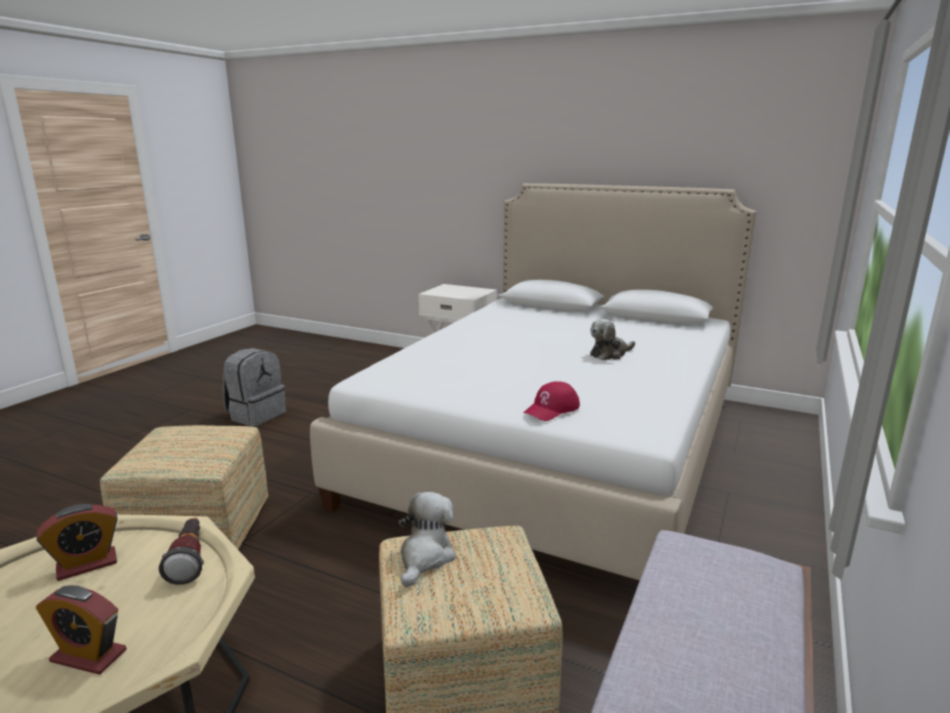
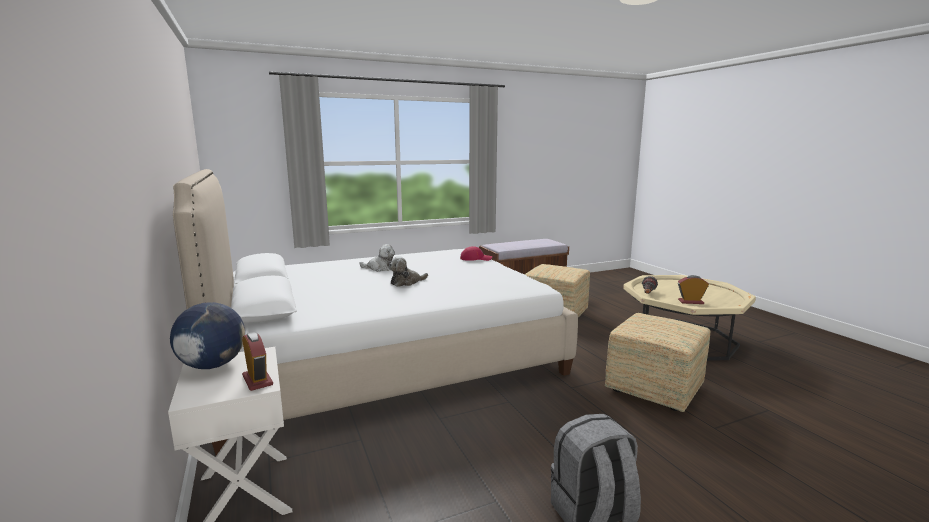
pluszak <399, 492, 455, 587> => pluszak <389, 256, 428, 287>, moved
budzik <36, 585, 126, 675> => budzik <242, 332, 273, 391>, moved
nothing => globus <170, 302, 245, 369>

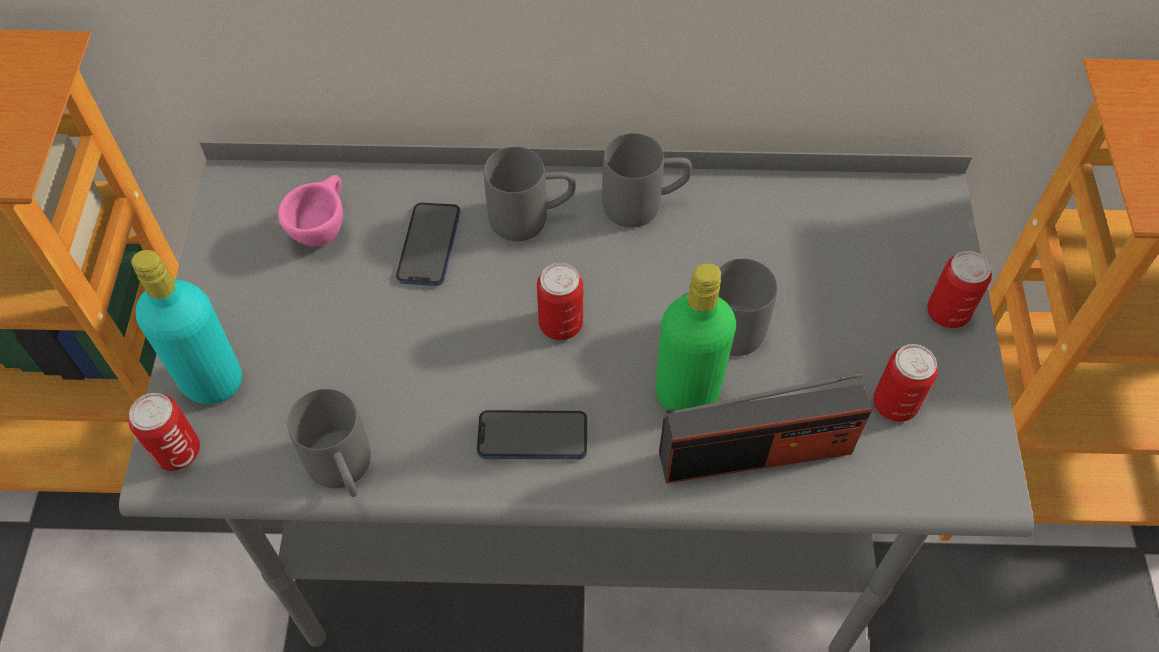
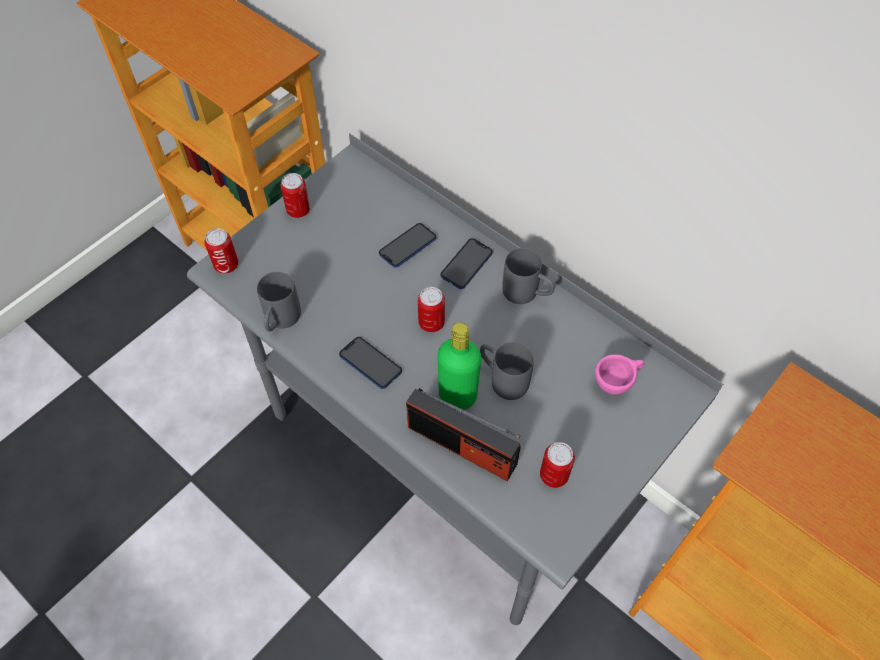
kubek (szary) <484, 147, 576, 241> => telefon <440, 238, 493, 289>
filiżanka (różowy) <278, 175, 343, 247> => filiżanka (różowy) <595, 355, 645, 395>, moved
butelka (turkusowy) <131, 250, 242, 404> => nothing
puszka <927, 251, 992, 328> => puszka <281, 173, 310, 218>, moved

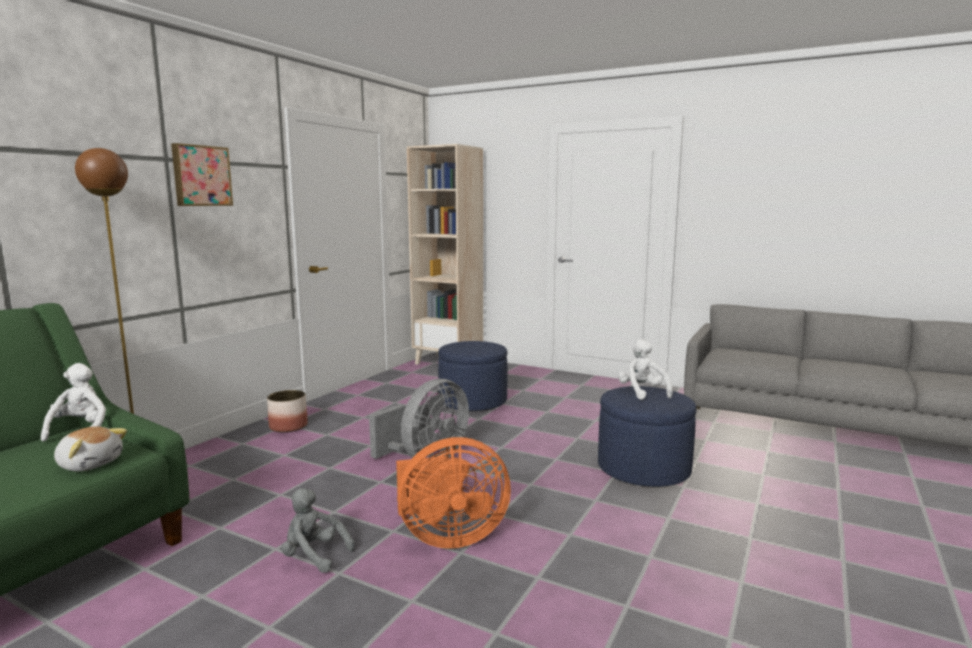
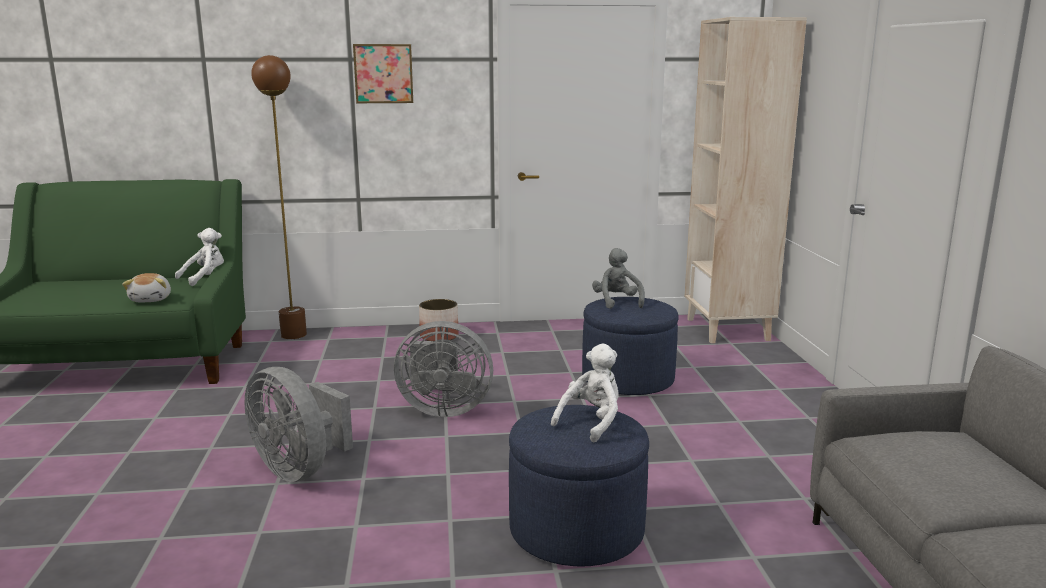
wentylator (pomarańczowy) <396, 437, 511, 549> => wentylator (szary) <245, 367, 353, 482>
pluszak (szary) <281, 488, 355, 573> => pluszak (szary) <592, 248, 645, 309>, moved

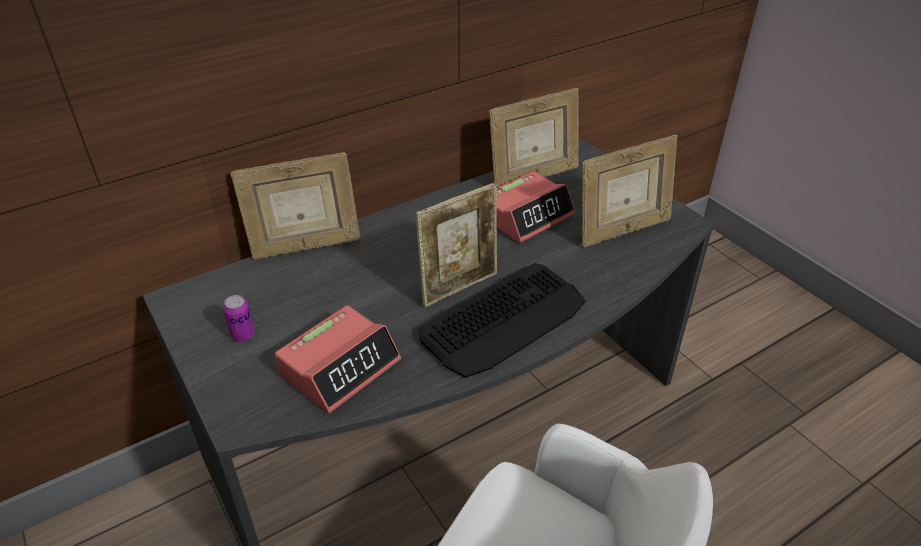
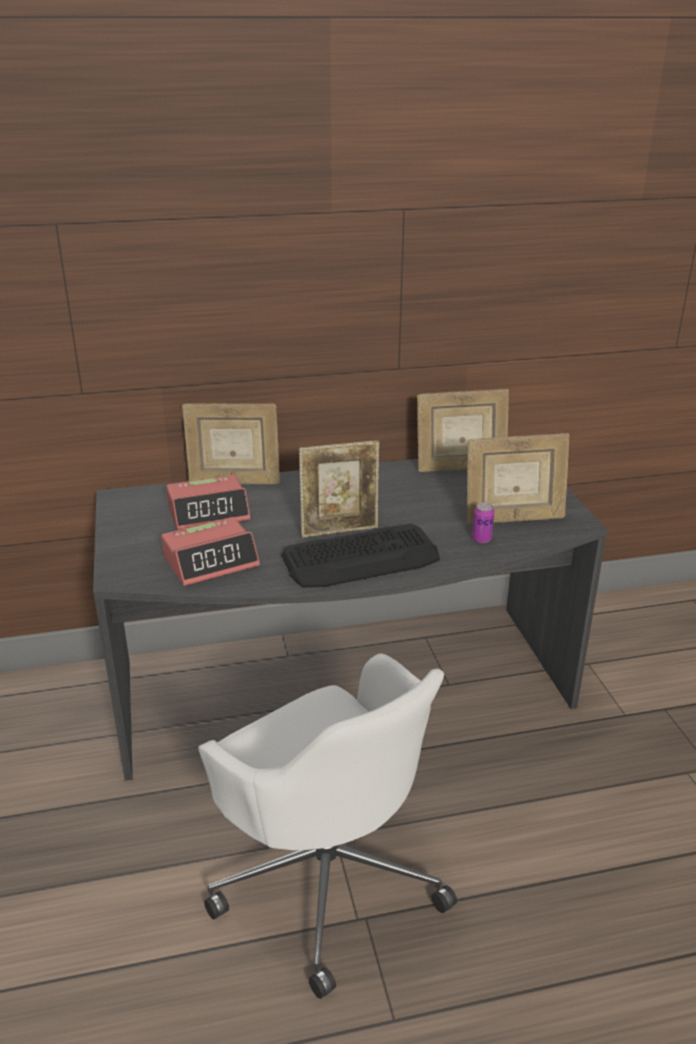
budzik <496, 171, 575, 243> => budzik <166, 475, 250, 530>, moved
puszka <223, 295, 255, 341> => puszka <472, 503, 494, 543>, moved

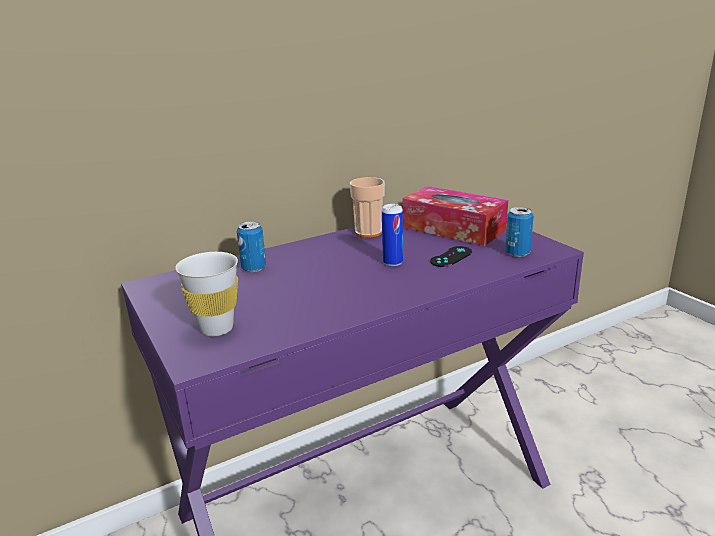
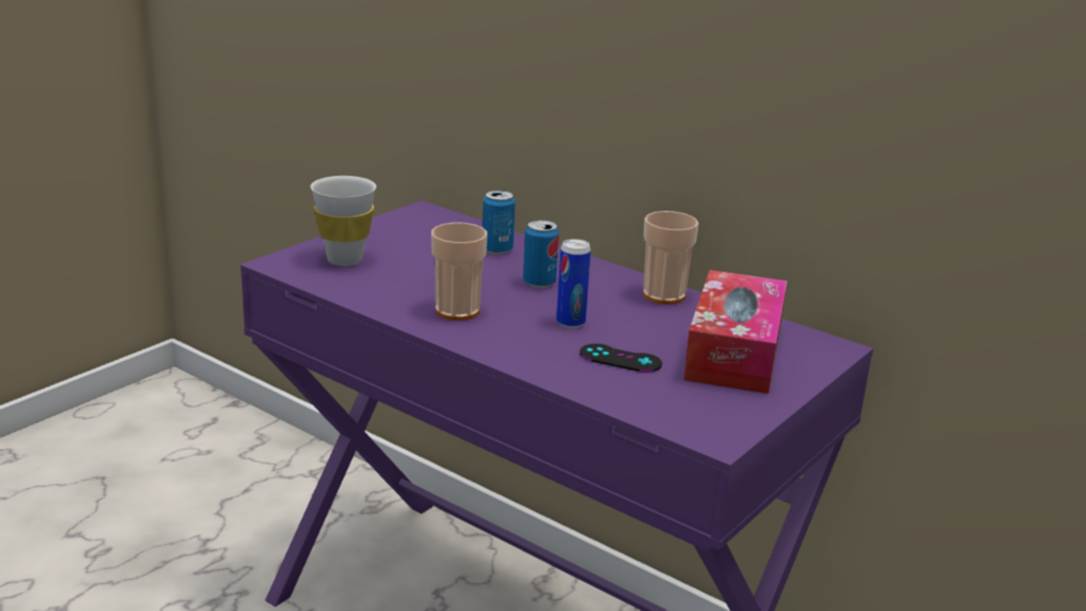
puszka <505, 207, 534, 257> => puszka <523, 220, 559, 288>, moved
nothing => filiżanka <431, 222, 487, 320>

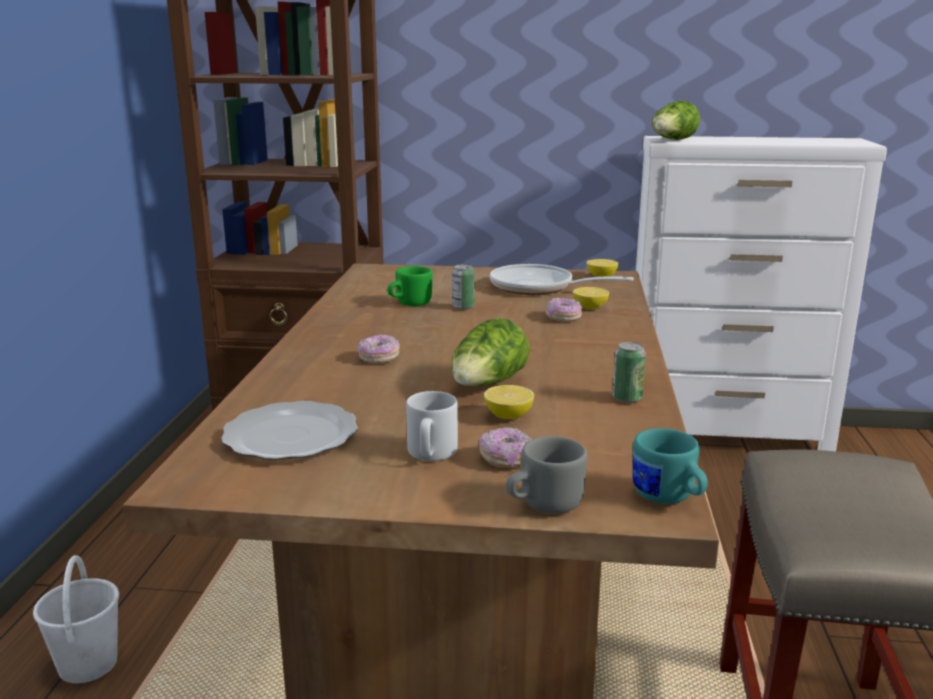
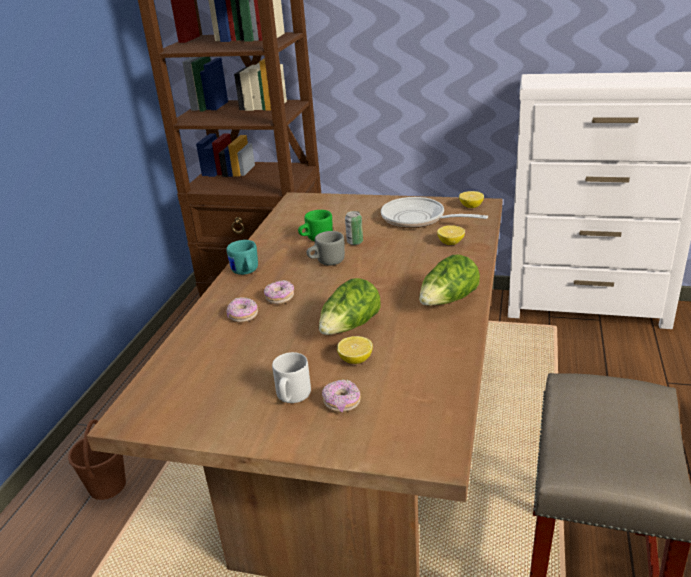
sałata <652, 101, 700, 140> => sałata <419, 254, 480, 306>, moved
donut <546, 298, 582, 322> => donut <227, 297, 258, 322>, moved
puszka <613, 342, 646, 403> => nothing
talerz <221, 401, 358, 460> => nothing
kubek (turkusowy) <633, 428, 708, 504> => kubek (turkusowy) <227, 240, 258, 275>, moved
kubek (szary) <506, 436, 587, 514> => kubek (szary) <306, 231, 345, 265>, moved
wiadro (biały) <33, 555, 119, 683> => wiadro (brązowy) <68, 419, 126, 500>

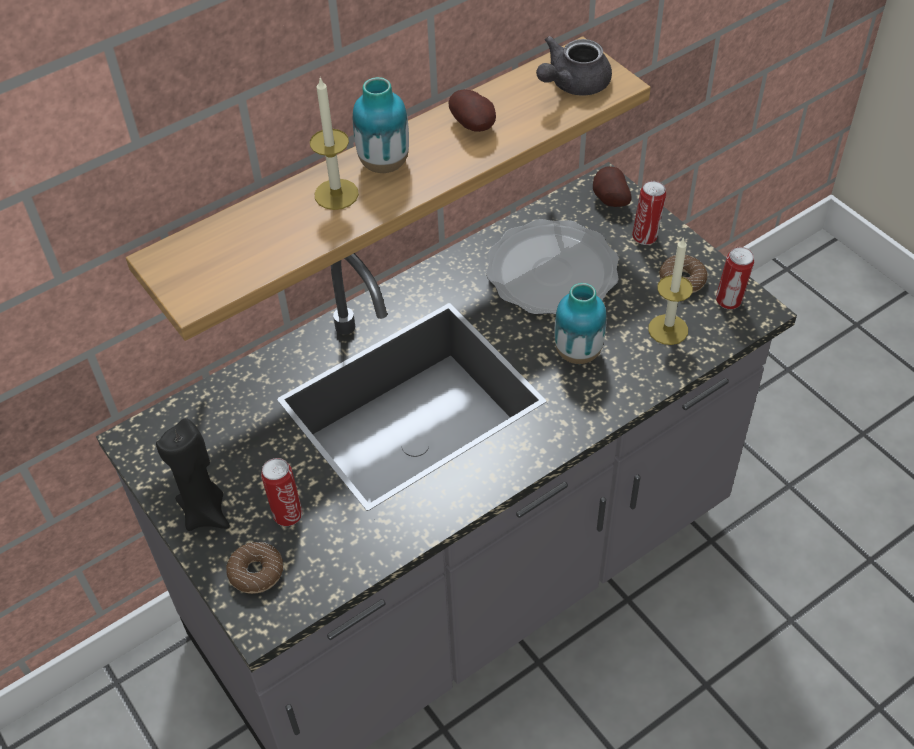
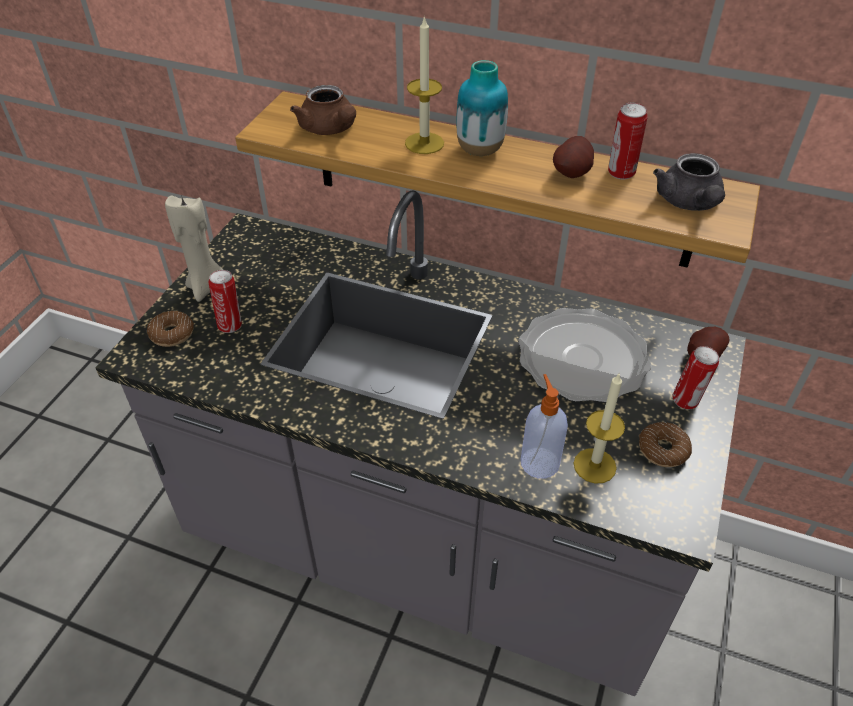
imbryk (szary) <536, 36, 612, 96> => imbryk (szary) <653, 153, 725, 211>, 105 degrees counterclockwise
puszka <716, 247, 754, 309> => puszka <608, 103, 648, 180>, moved
wazon <554, 283, 606, 364> => nothing
świeca (czarny) <156, 418, 230, 531> => świeca (beżowy) <165, 195, 223, 302>
nothing => imbryk (brązowy) <290, 85, 356, 135>
nothing => dozownik mydła <521, 374, 568, 479>

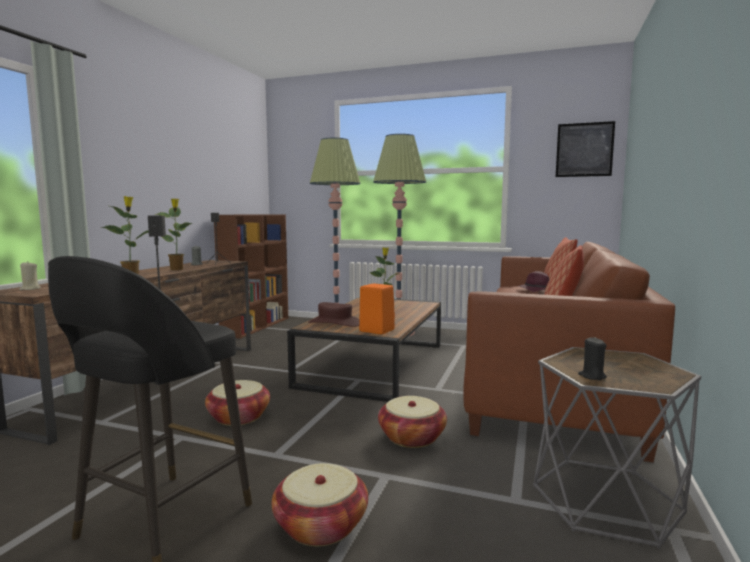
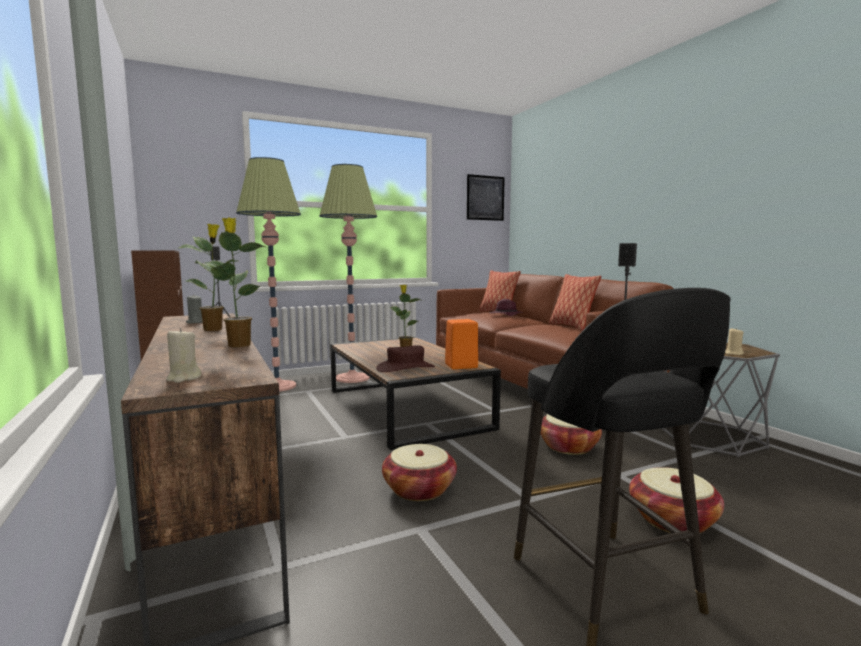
świeca (czarny) <578, 337, 607, 380> => świeca (beżowy) <725, 328, 744, 355>

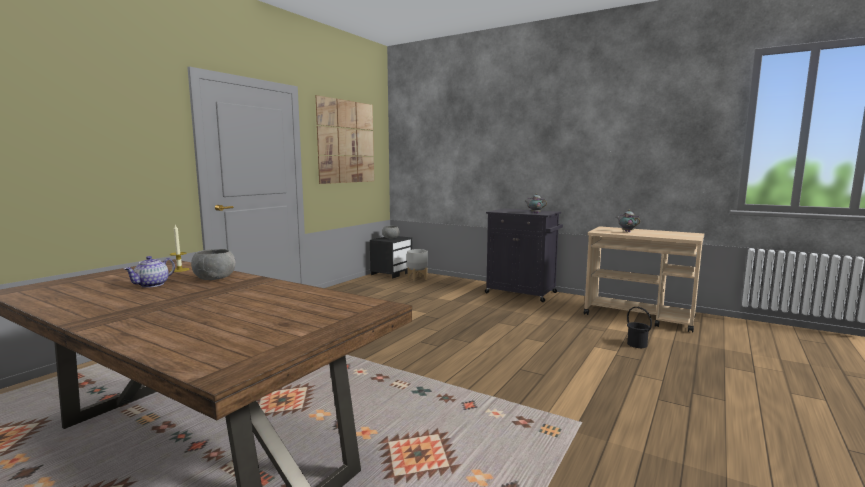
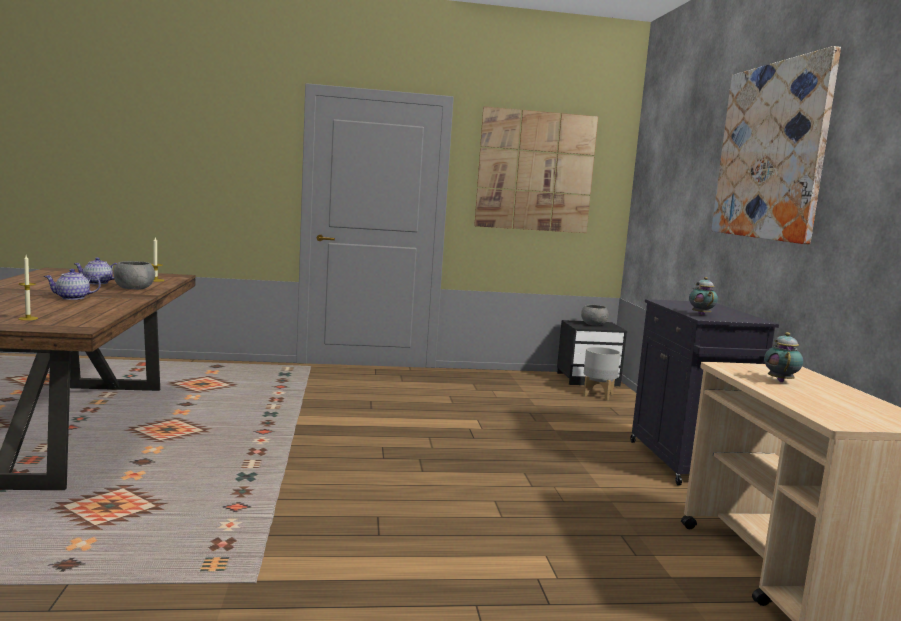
wiadro (czarny) <627, 307, 652, 348> => nothing
nothing => obraz <711, 46, 841, 244>
nothing => świeca <18, 255, 38, 320>
nothing => imbryk <44, 269, 101, 300>

